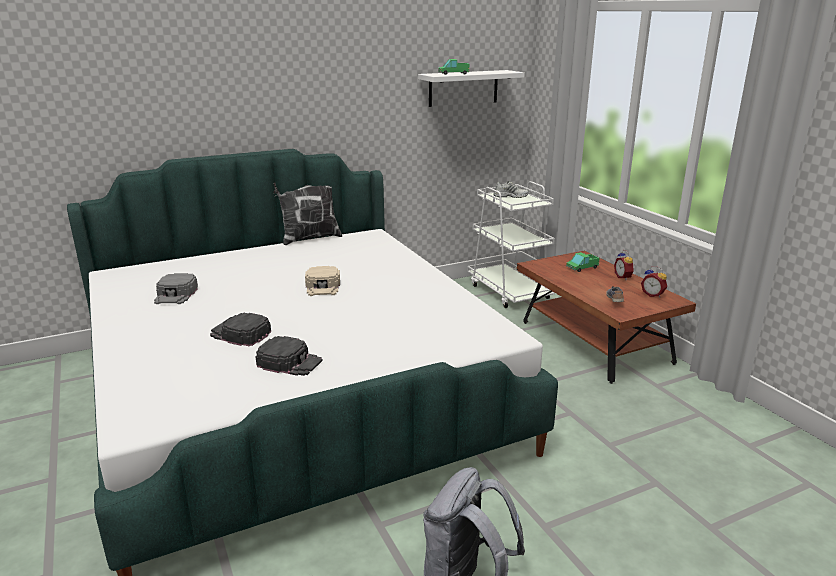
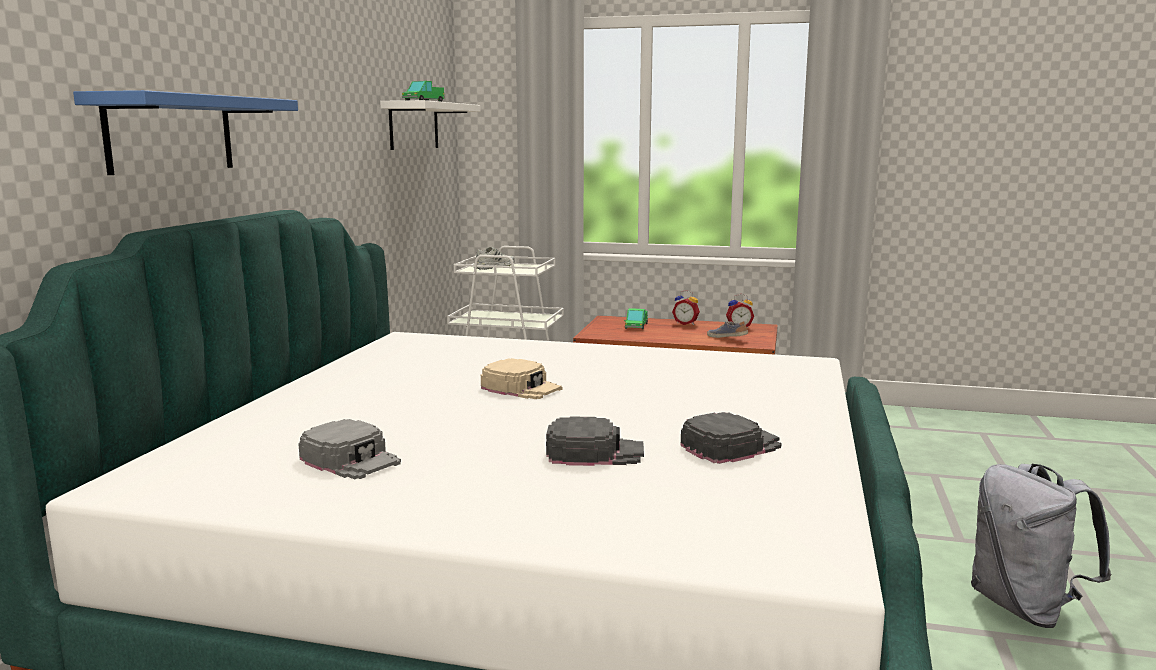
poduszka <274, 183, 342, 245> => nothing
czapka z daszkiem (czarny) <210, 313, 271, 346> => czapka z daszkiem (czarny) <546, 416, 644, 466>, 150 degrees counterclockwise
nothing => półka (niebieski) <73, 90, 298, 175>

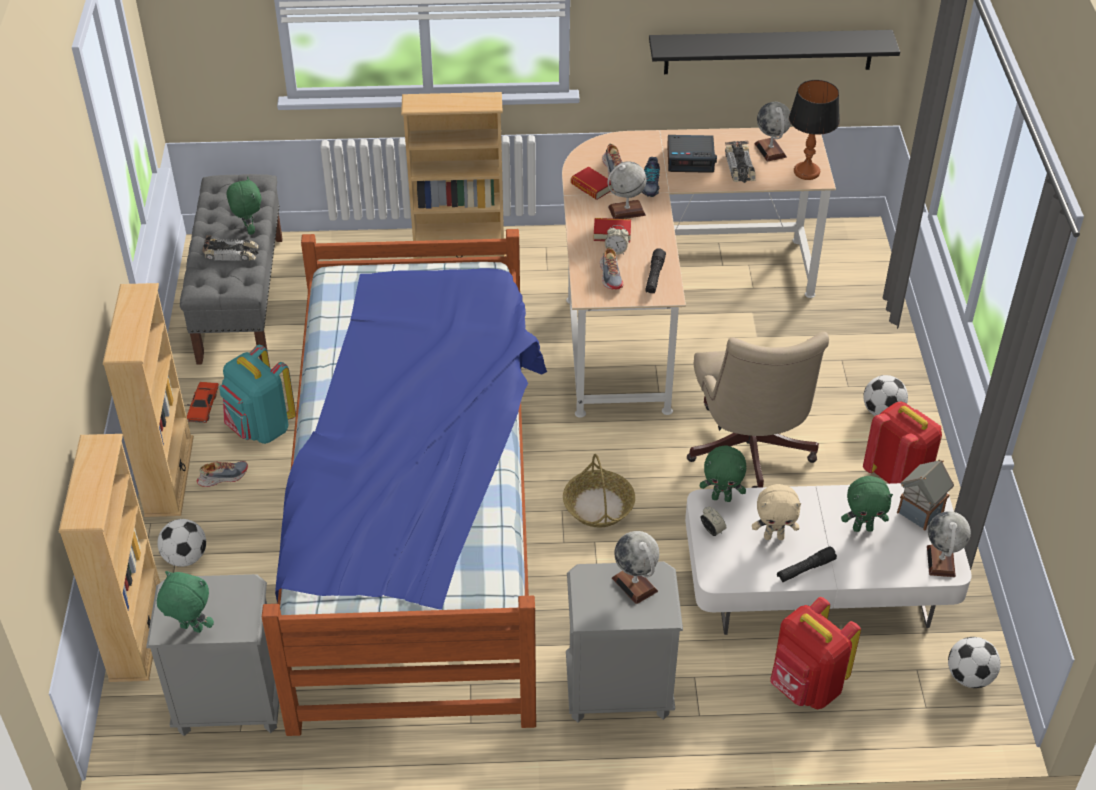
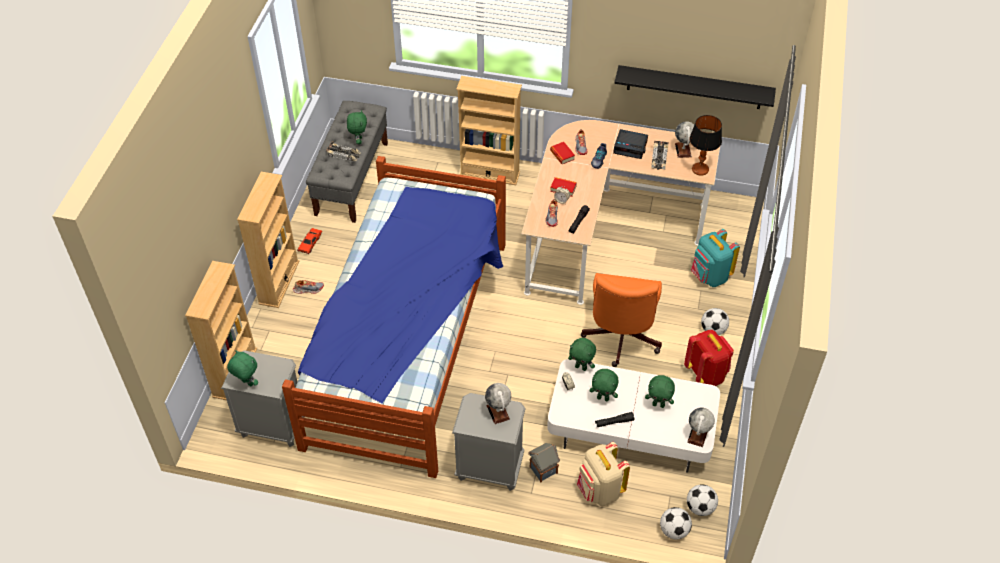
globus <607, 161, 646, 219> => nothing
krzesło biurowe (beżowy) <687, 332, 829, 488> => krzesło biurowe (pomarańczowy) <581, 273, 662, 367>
plecak (turkusowy) <219, 345, 296, 444> => plecak (turkusowy) <691, 229, 740, 287>, moved
koszyk <563, 454, 635, 528> => nothing
domek <897, 459, 954, 530> => domek <528, 443, 560, 483>, moved
pluszak (beżowy) <752, 484, 801, 540> => pluszak (zielony) <590, 369, 618, 401>
piłka futbolowa <157, 519, 206, 567> => piłka futbolowa <660, 507, 692, 539>, moved
plecak (czerwony) <770, 597, 861, 710> => plecak (beżowy) <577, 442, 630, 506>

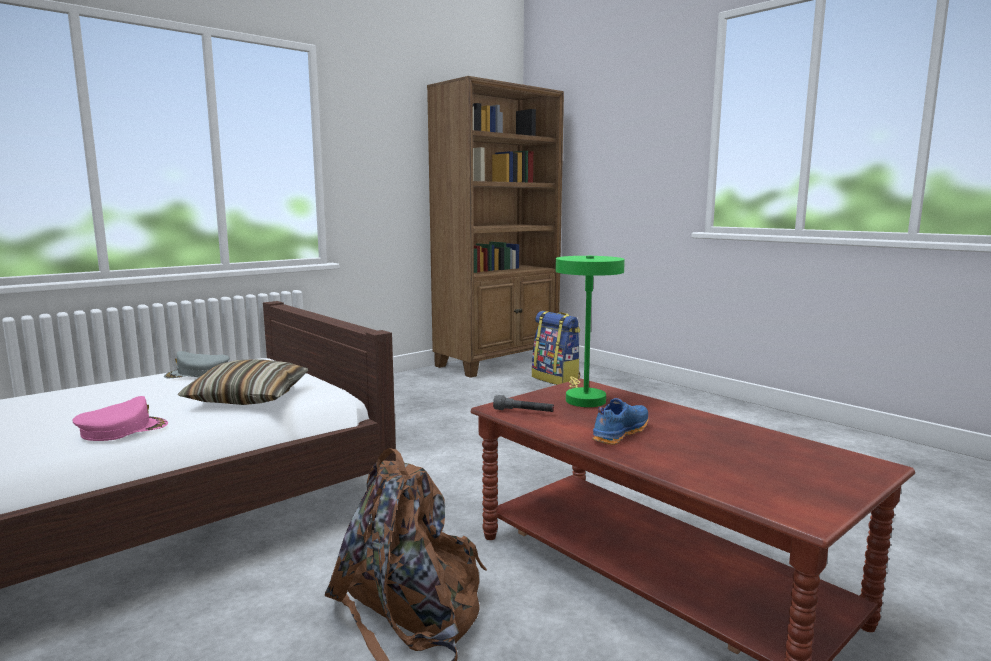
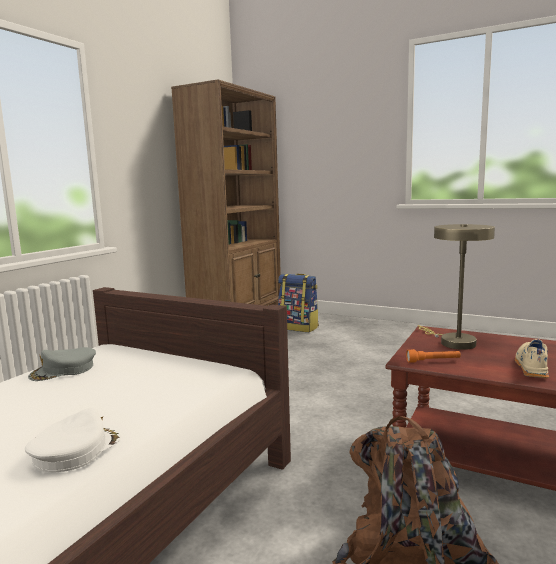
lampa stołowa (zielony) <555, 256, 625, 407> => lampa stołowa (beżowy) <418, 224, 495, 350>
poduszka <178, 359, 308, 405> => nothing
latarka (szary) <493, 395, 554, 412> => latarka (pomarańczowy) <406, 349, 461, 362>
czapka z daszkiem (różowy) <72, 396, 168, 441> => czapka z daszkiem (biały) <25, 408, 121, 472>
but (niebieski) <592, 398, 648, 445> => but (beżowy) <515, 339, 549, 378>

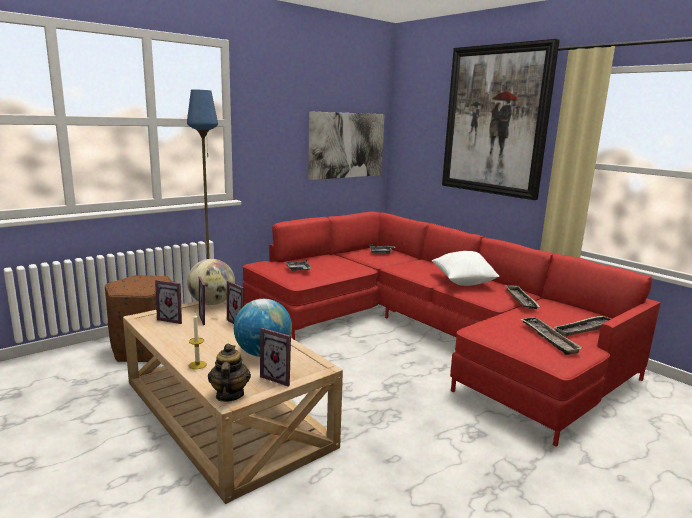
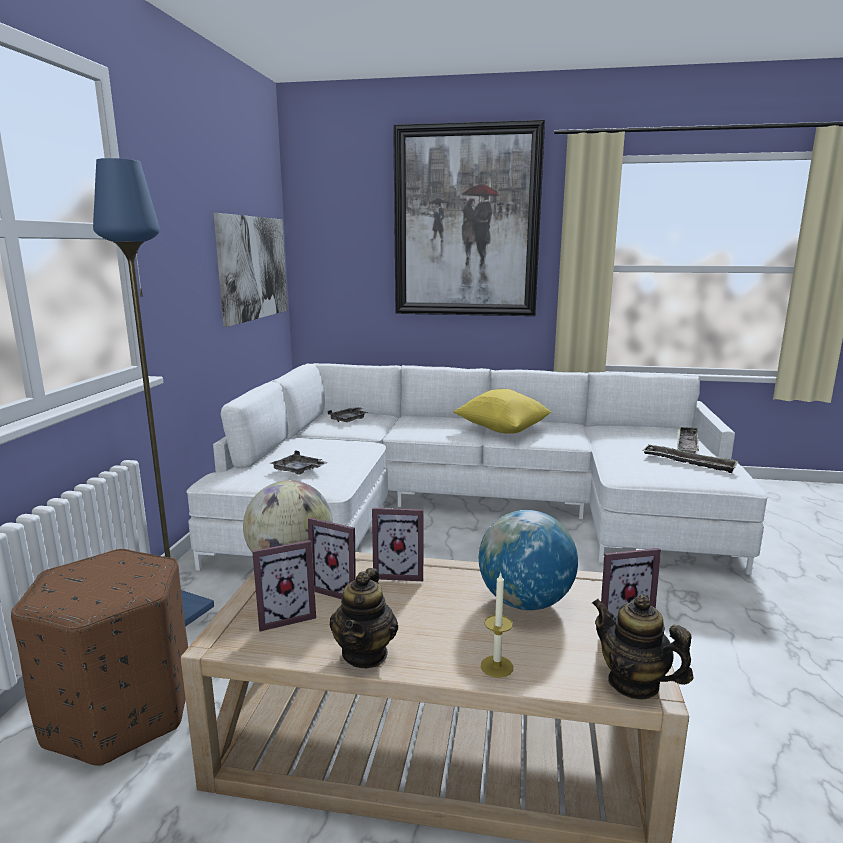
kanapa (czerwony) <243, 211, 661, 447> => kanapa (biały) <186, 363, 768, 575>
poduszka (biały) <432, 251, 499, 286> => poduszka (żółty) <454, 389, 551, 434>
taca <505, 285, 540, 309> => nothing
nothing => imbryk <329, 568, 398, 668>

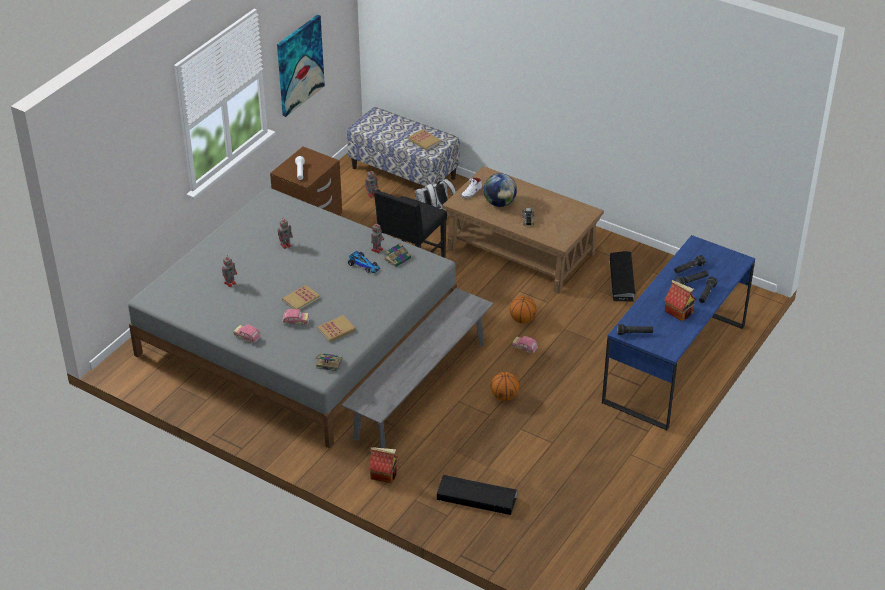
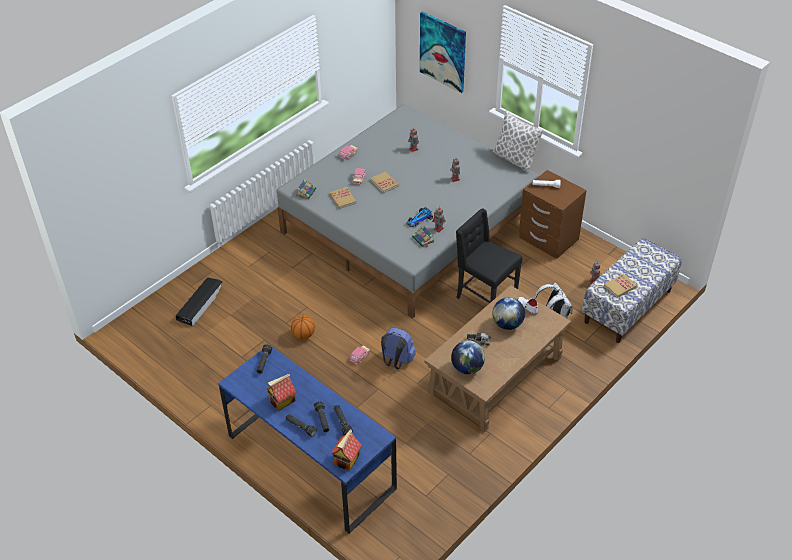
obraz <277, 15, 325, 117> => obraz <420, 11, 466, 93>, moved
pojemnik do przechowywania (czarny) <609, 251, 635, 302> => nothing
ławka (szary) <341, 288, 494, 448> => nothing
piłka do koszykówki <510, 296, 537, 324> => plecak (niebieski) <381, 328, 416, 369>
domek <369, 447, 398, 483> => domek <331, 429, 362, 470>, moved
nothing => poduszka <492, 110, 543, 172>
nothing => globus <451, 340, 485, 374>

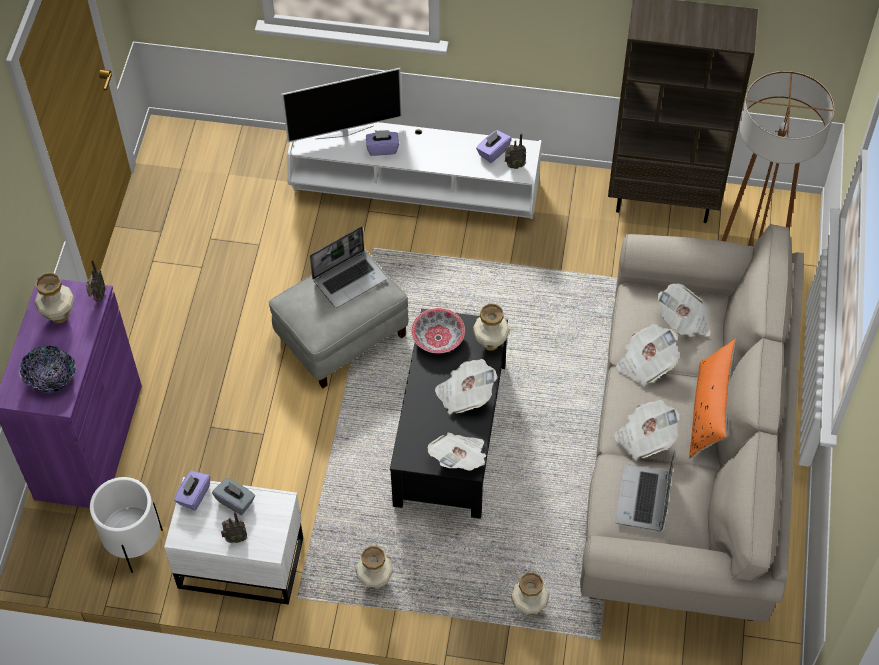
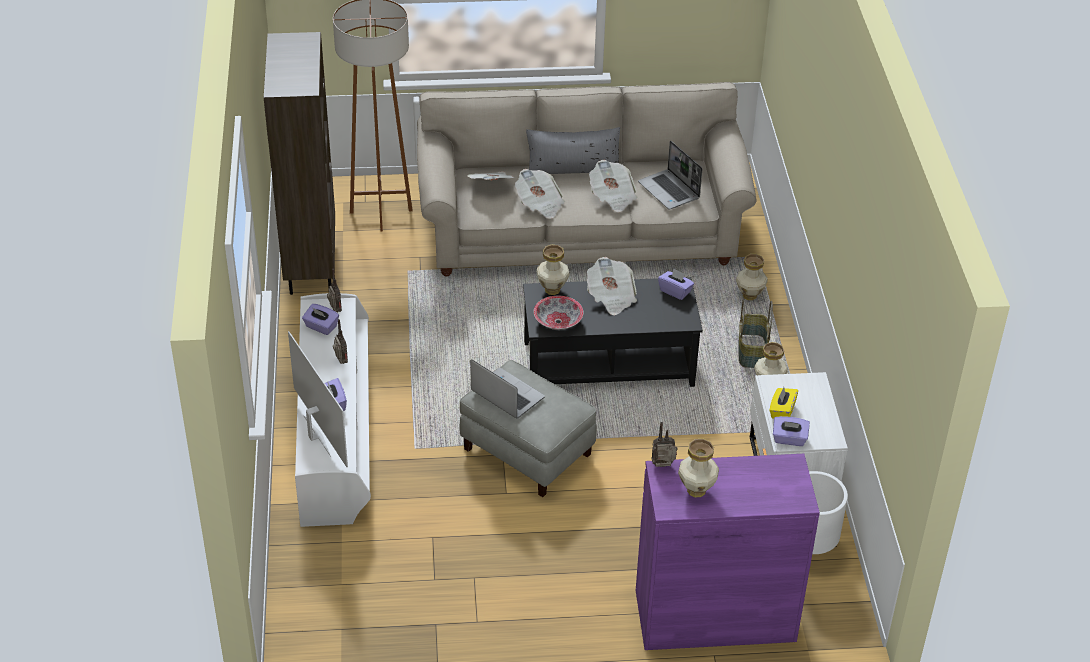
poduszka (pomarańczowy) <689, 339, 736, 458> => poduszka (szary) <526, 127, 620, 174>
miska <19, 345, 76, 393> => nothing
gazeta <427, 432, 486, 471> => pudełko chusteczek (fioletowy) <658, 268, 694, 300>
laptop <615, 451, 675, 531> => laptop <638, 140, 702, 209>, 60 degrees clockwise
pudełko chusteczek (szary) <212, 478, 255, 515> => pudełko chusteczek (żółty) <769, 387, 798, 419>
radio <221, 512, 247, 543> => radio <333, 319, 348, 364>, moved
nothing => koszyk <738, 299, 773, 368>

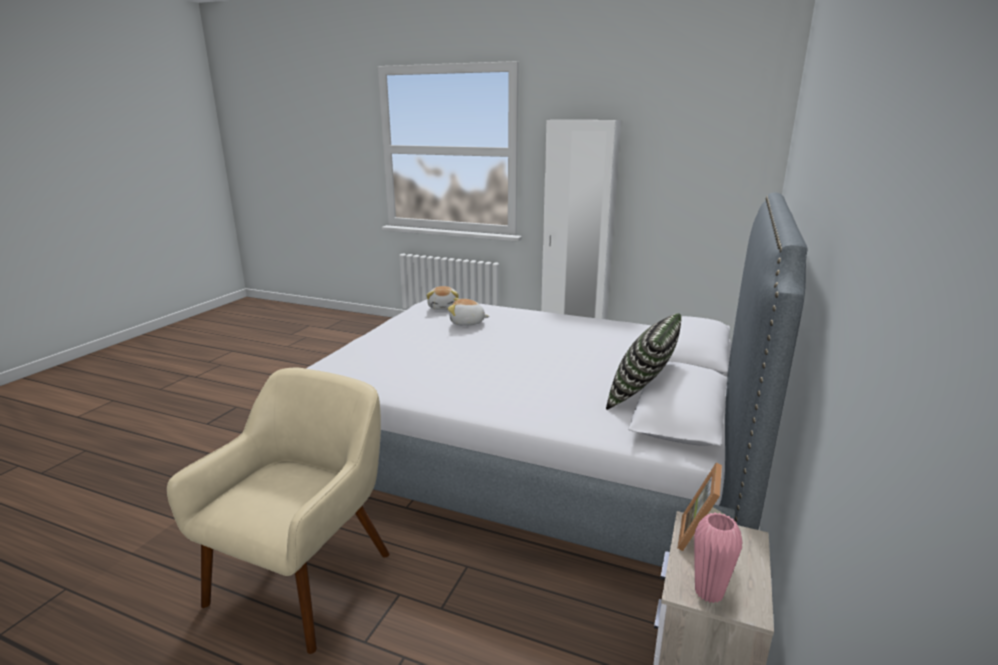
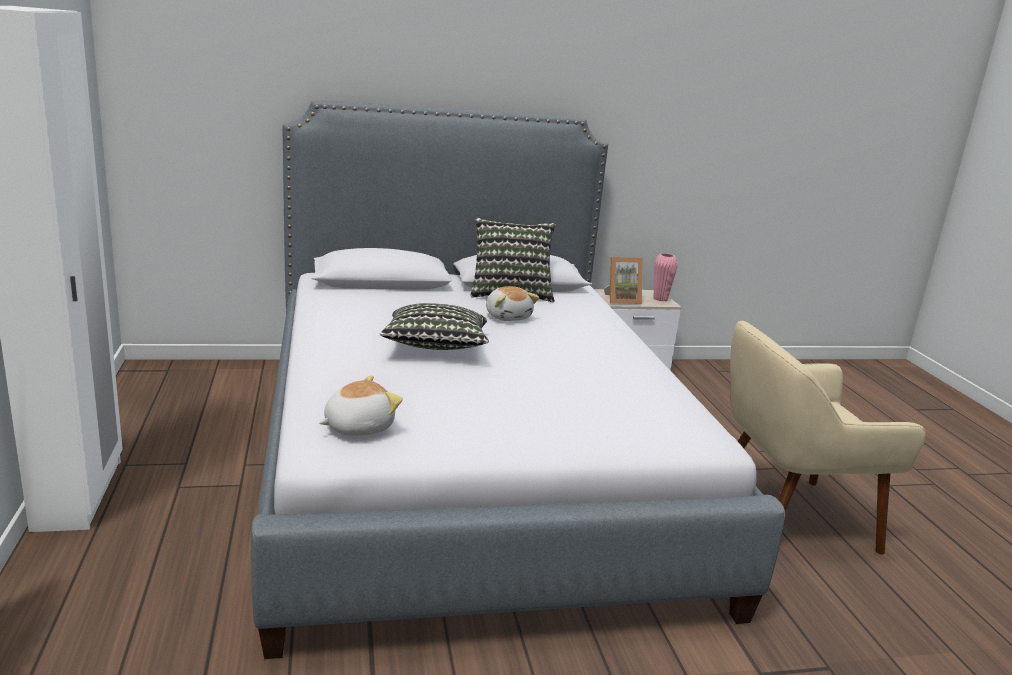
pluszak <448, 298, 489, 326> => pluszak <486, 286, 539, 321>, moved
nothing => poduszka <380, 303, 489, 350>

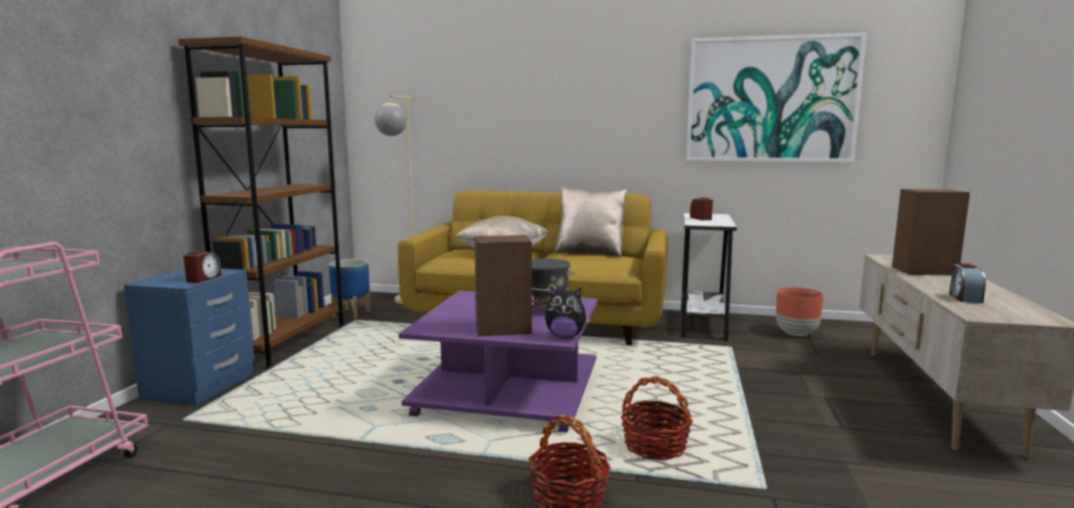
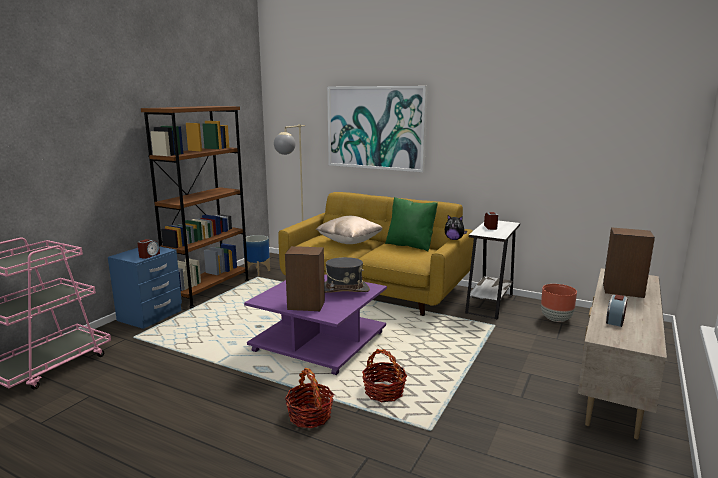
obraz <686, 33, 867, 162> => obraz <327, 86, 428, 172>, moved
poduszka (beżowy) <554, 187, 628, 257> => poduszka (zielony) <385, 197, 438, 252>
pluszak <545, 286, 591, 338> => pluszak <445, 215, 467, 240>, moved

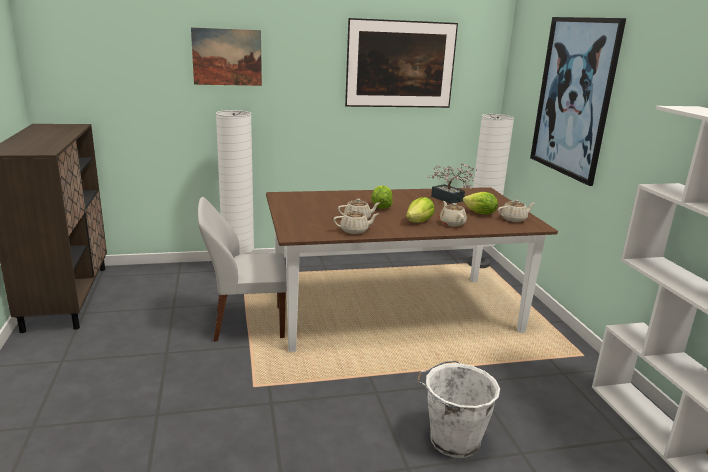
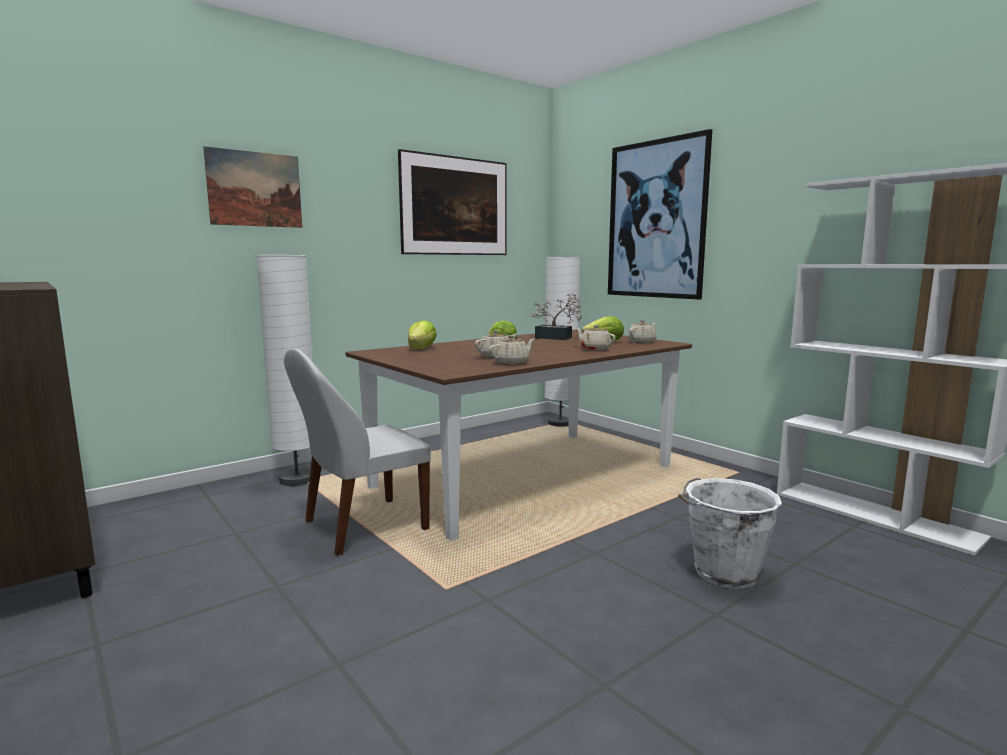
sałata <406, 197, 435, 222> => sałata <408, 320, 437, 349>, moved

